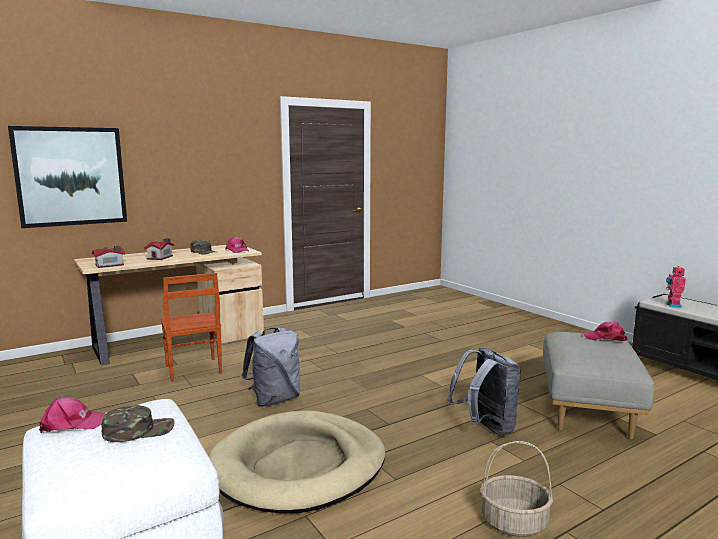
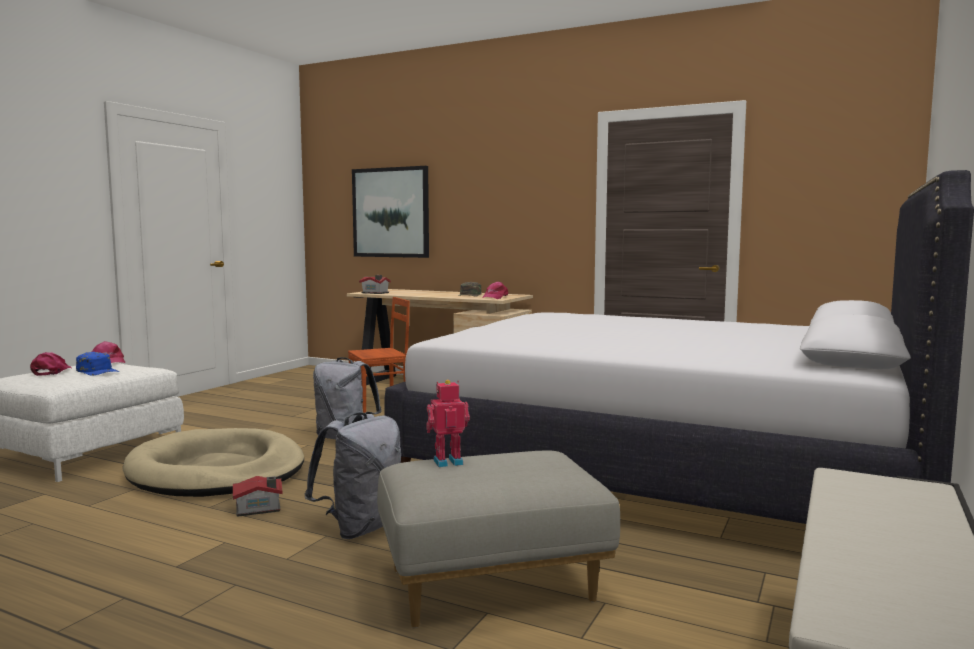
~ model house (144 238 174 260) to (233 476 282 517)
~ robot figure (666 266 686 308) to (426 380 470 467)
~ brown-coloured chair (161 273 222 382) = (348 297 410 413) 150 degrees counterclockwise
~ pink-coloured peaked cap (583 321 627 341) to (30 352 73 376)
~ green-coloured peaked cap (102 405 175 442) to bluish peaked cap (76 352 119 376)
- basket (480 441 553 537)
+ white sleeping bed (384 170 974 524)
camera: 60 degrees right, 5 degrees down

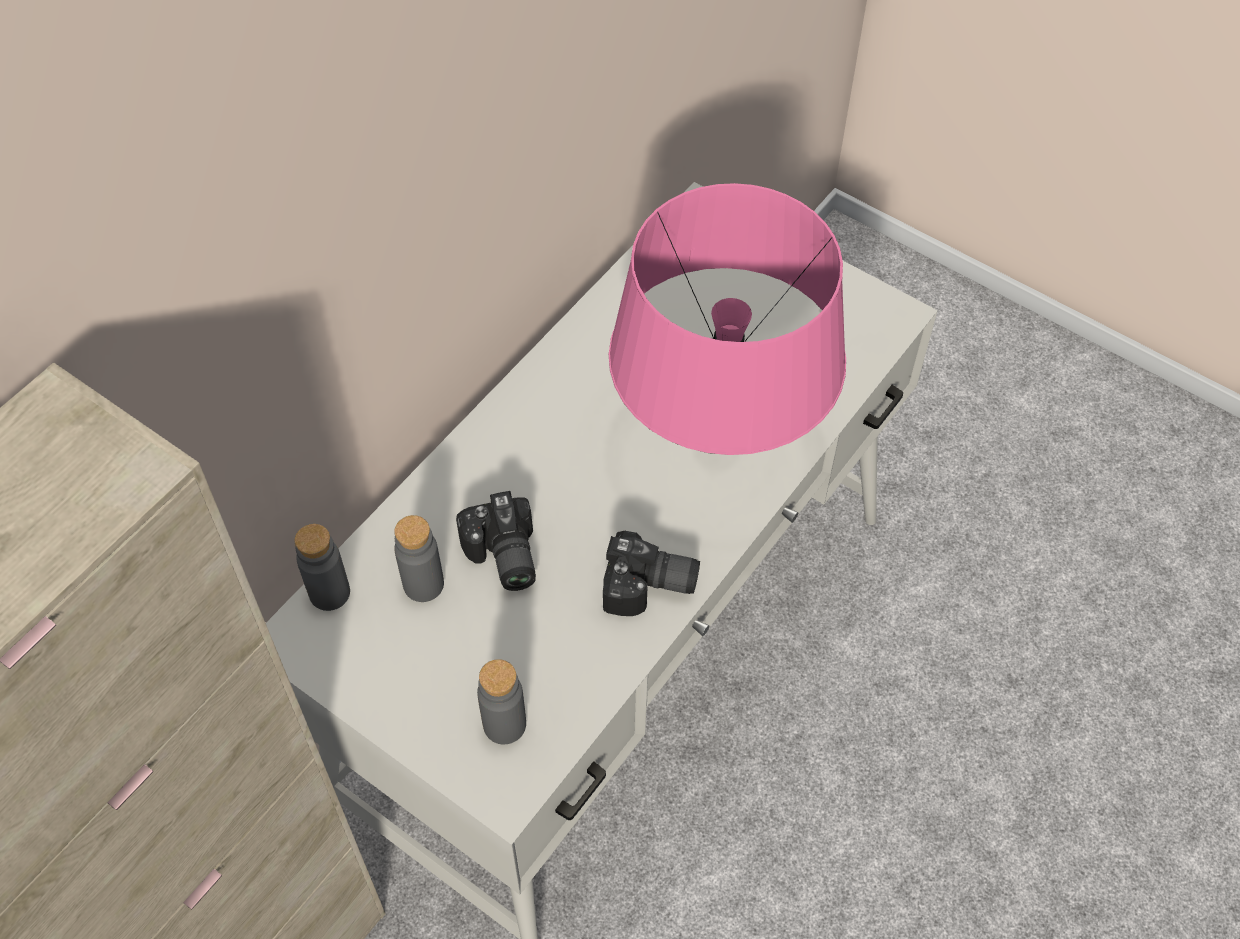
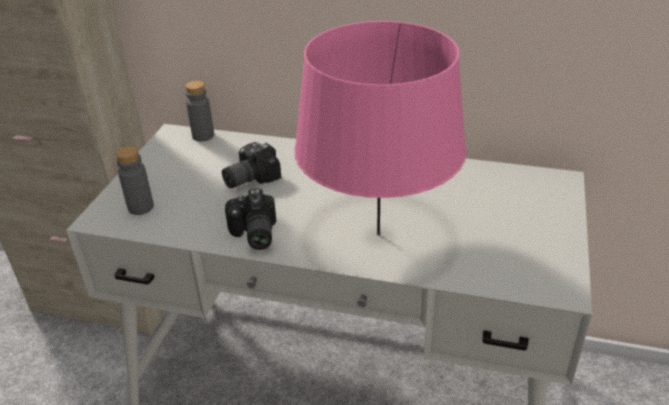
- gray bottle (394 515 444 602)
camera: 70 degrees right, 20 degrees down

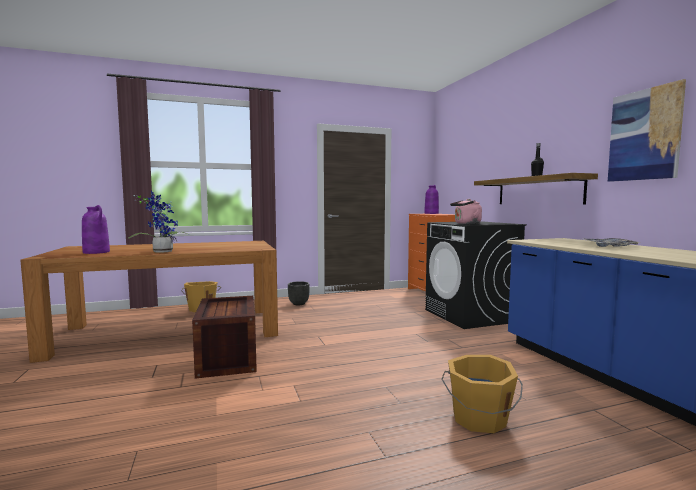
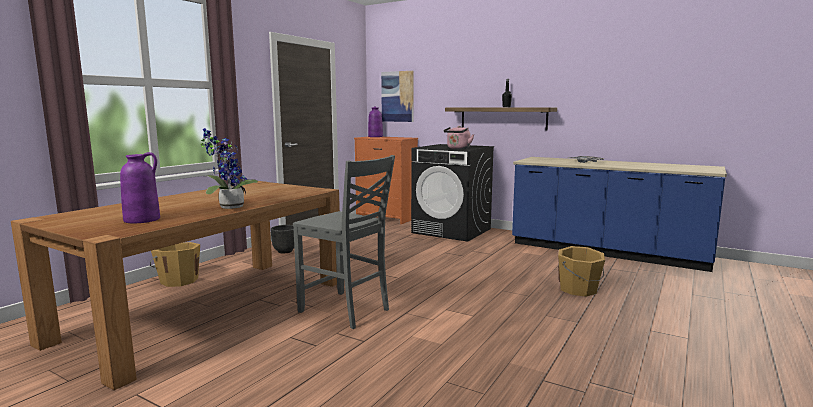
~ wall art (608 79 686 182) to (381 71 414 122)
~ shipping crate (192 296 257 379) to gray chair (293 155 395 329)
camera: 40 degrees left, 5 degrees up

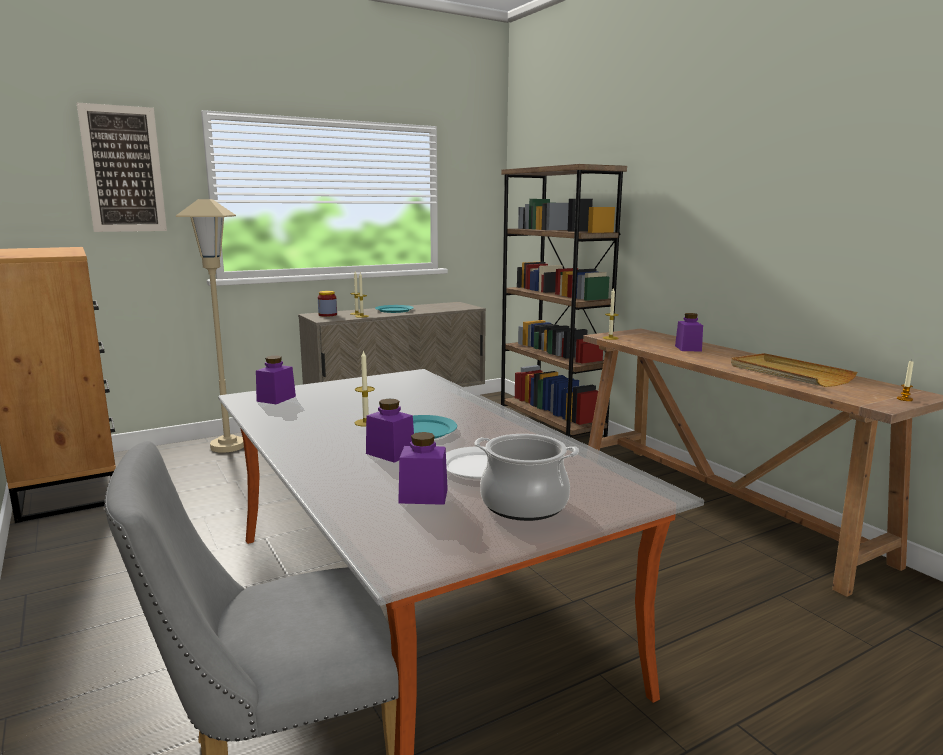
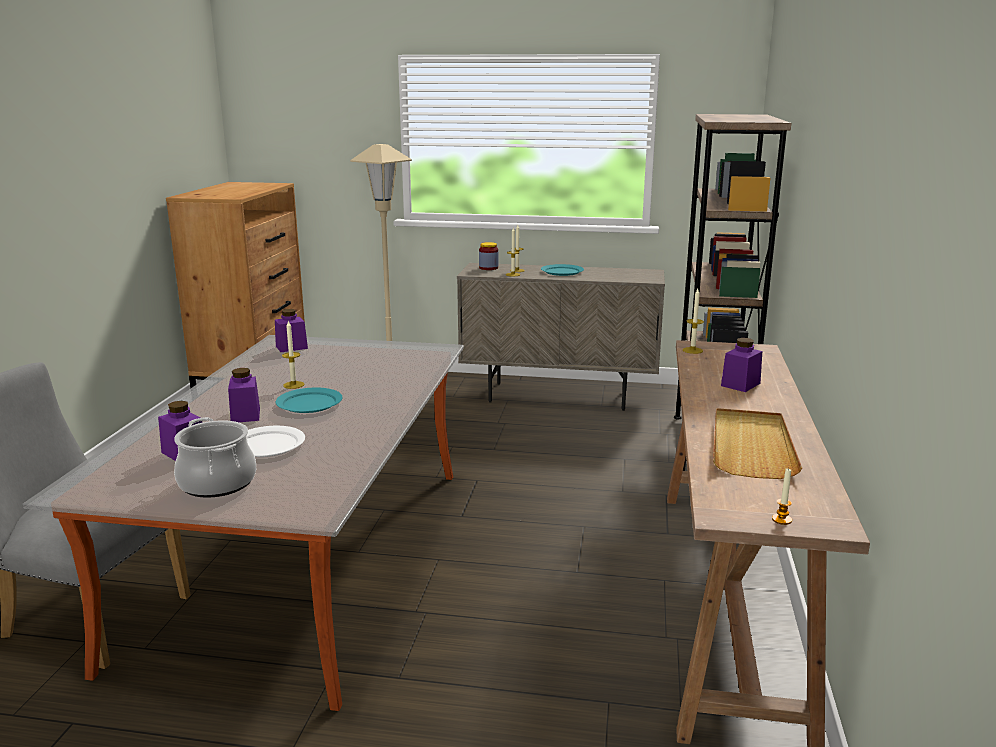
- wall art (77 103 167 232)
camera: 40 degrees right, 5 degrees up

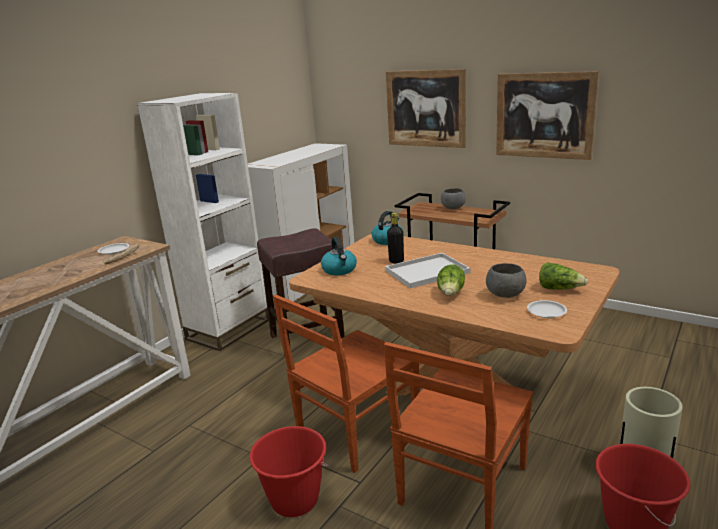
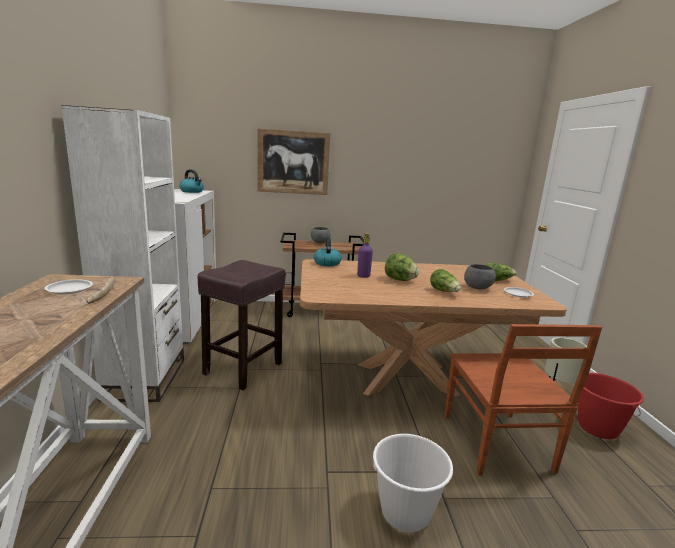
- wall art (496 71 599 160)
~ blackish bottle (387 213 404 263) to purple bottle (357 233 373 278)
~ kettle (321 237 357 275) to (180 169 204 193)
~ white carrying tray (385 253 470 288) to lettuce (385 253 419 281)
- brown-coloured chair (273 295 419 473)
~ reddish pail (249 426 329 517) to white pail (370 434 453 532)
camera: 40 degrees left, 5 degrees down

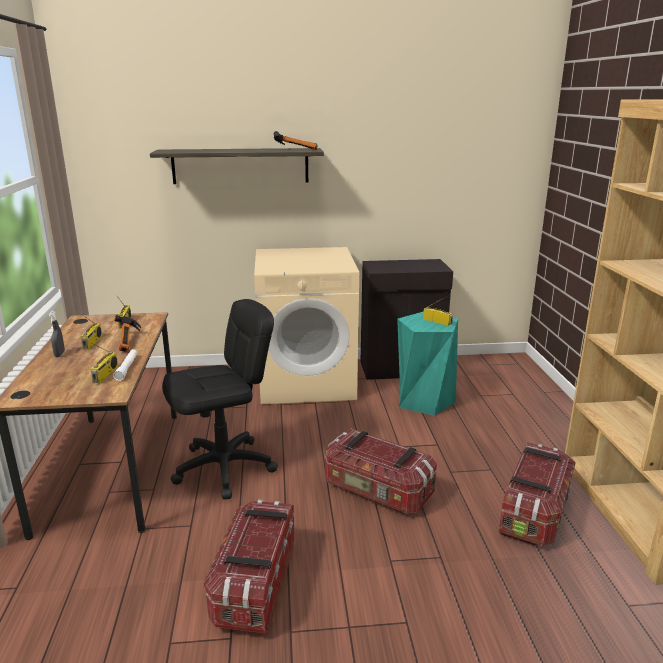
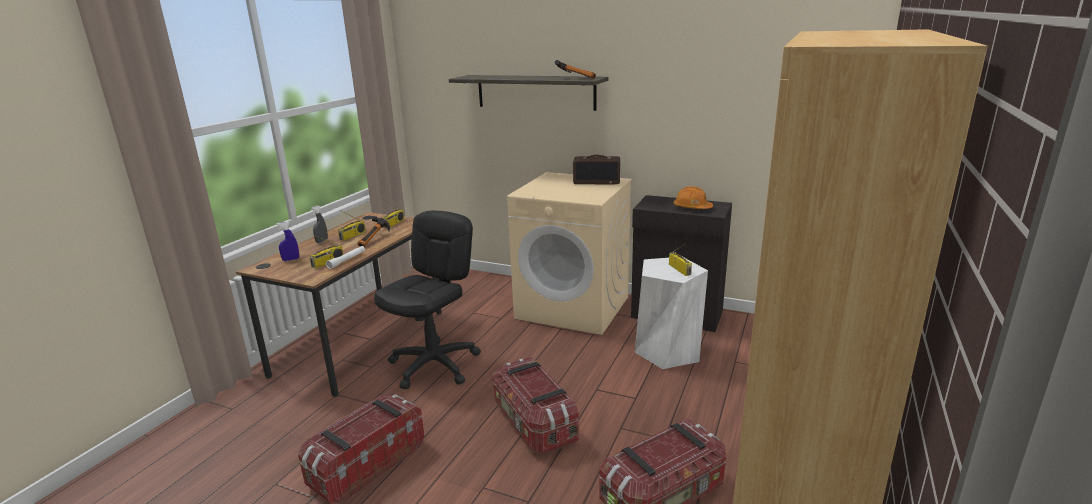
~ blackish office chair (162 299 278 499) = (374 211 481 389) 60 degrees counterclockwise
~ turquoise-coloured stool (397 311 458 416) to white stool (635 257 708 369)
+ radio (573 155 620 184)
+ orange-coloured hard hat (674 186 713 209)
+ bluish hand sprayer (276 222 299 261)
camera: 30 degrees right, 0 degrees up

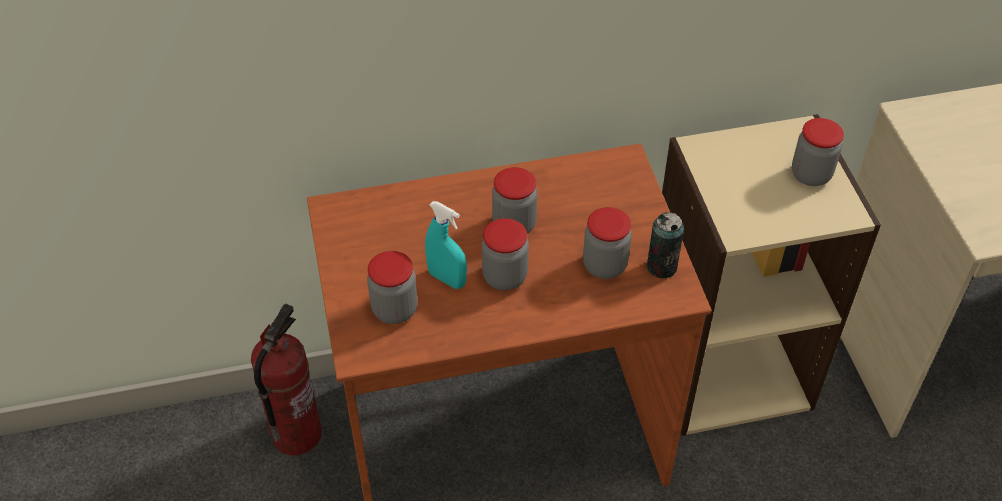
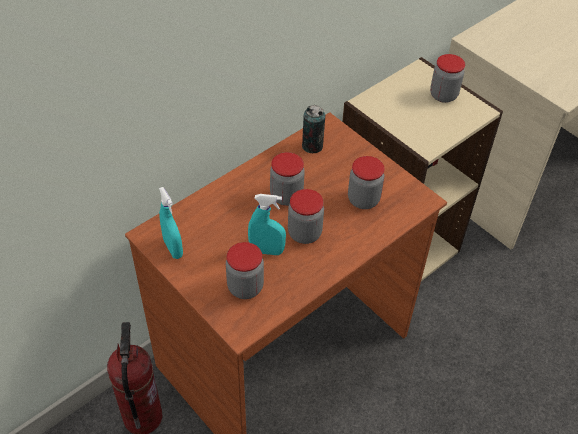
~ can (647 212 684 278) to (302 105 325 153)
+ turquoise-coloured hand sprayer (159 187 183 259)
camera: 30 degrees left, 0 degrees up

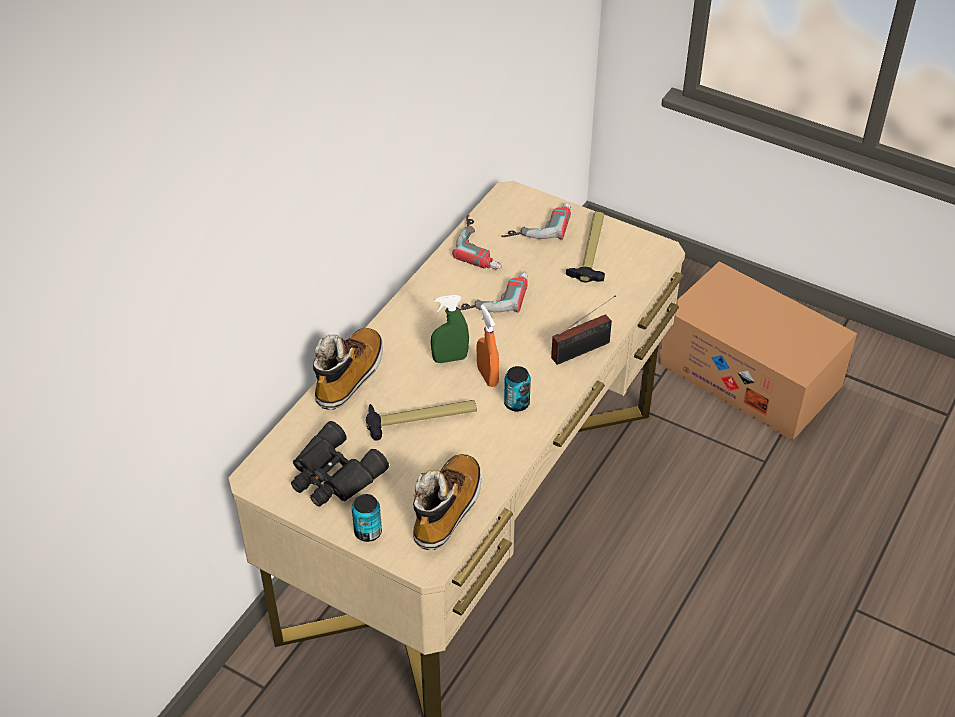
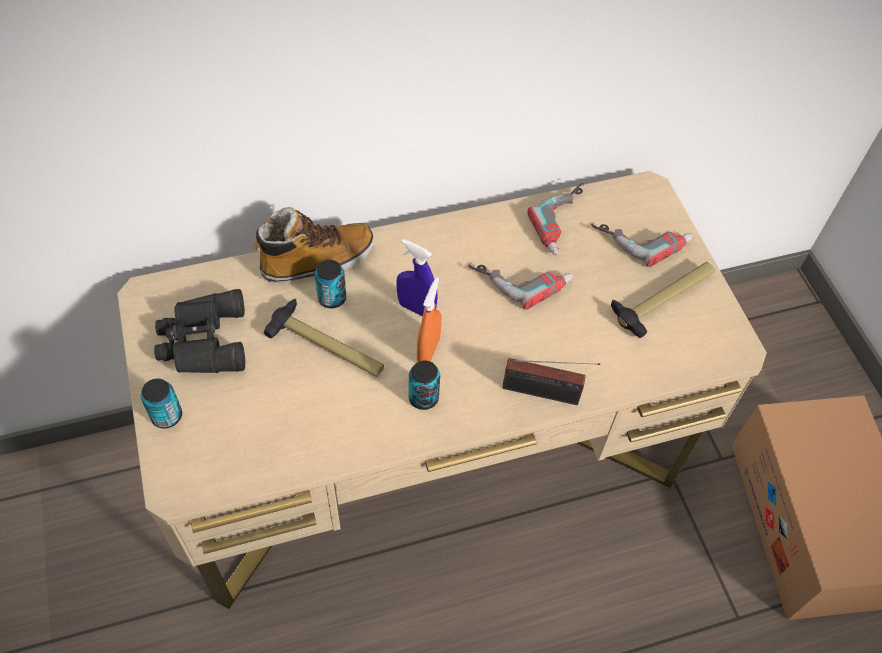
~ green-coloured hand sprayer (431 295 469 363) to bluish hand sprayer (397 239 438 316)
- tall boot (413 454 481 550)
+ can (315 260 346 308)
camera: 40 degrees right, 10 degrees up

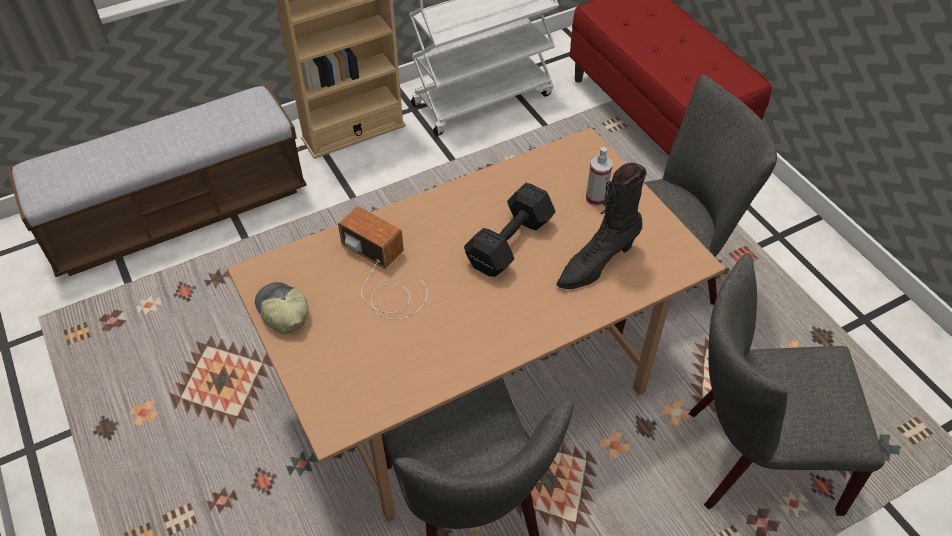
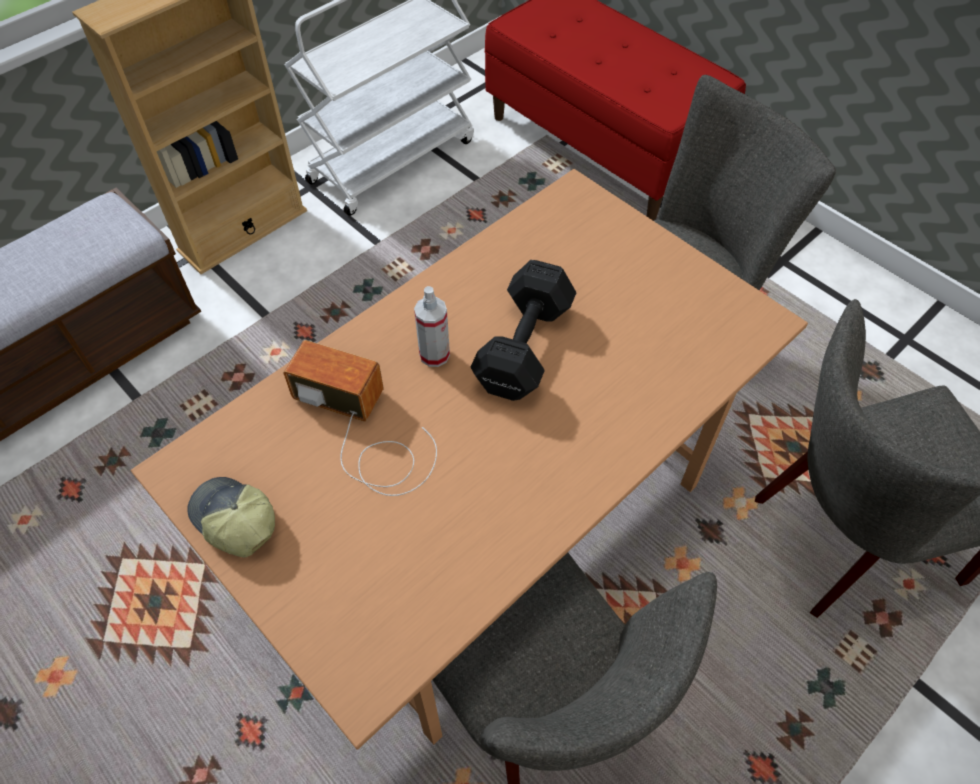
~ hand sprayer (586 147 612 207) to (414 286 450 367)
- blackish tall boot (556 163 647 289)
camera: 15 degrees left, 5 degrees up

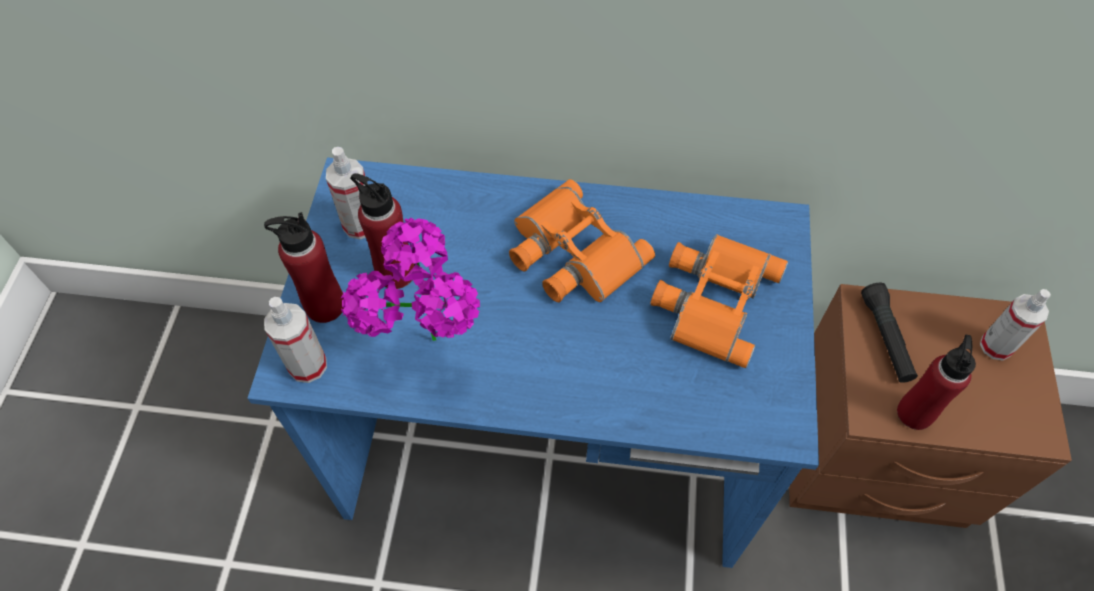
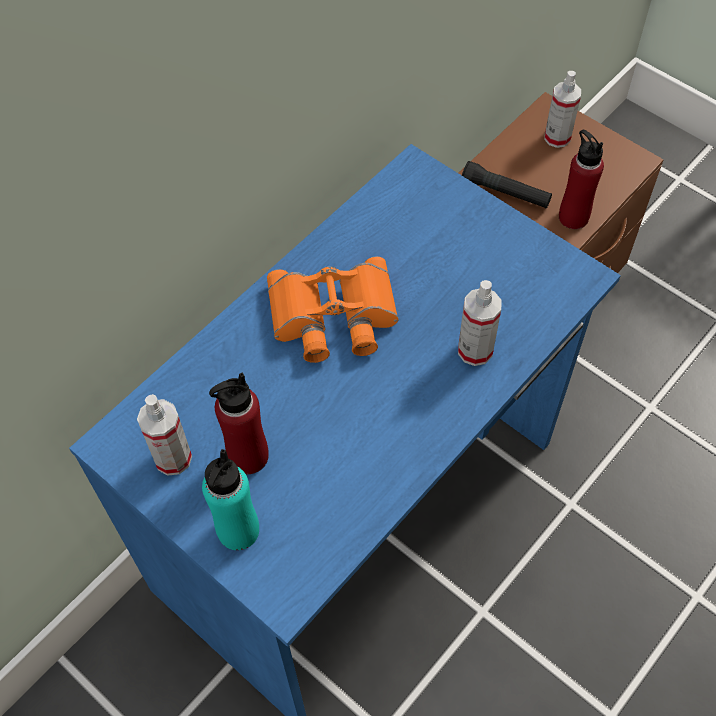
~ reddish bottle (264 212 344 323) to turquoise-coloured bottle (202 449 259 550)
- houseplant (341 218 480 341)
- orange-coloured binoculars (651 234 788 368)
~ hand sprayer (264 297 327 383) to (458 280 501 366)
camera: 55 degrees left, 0 degrees up

